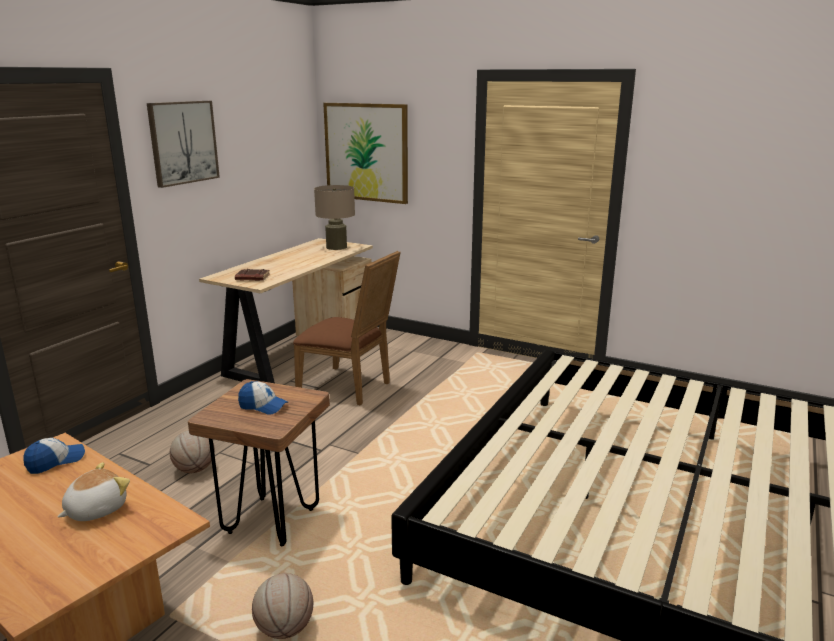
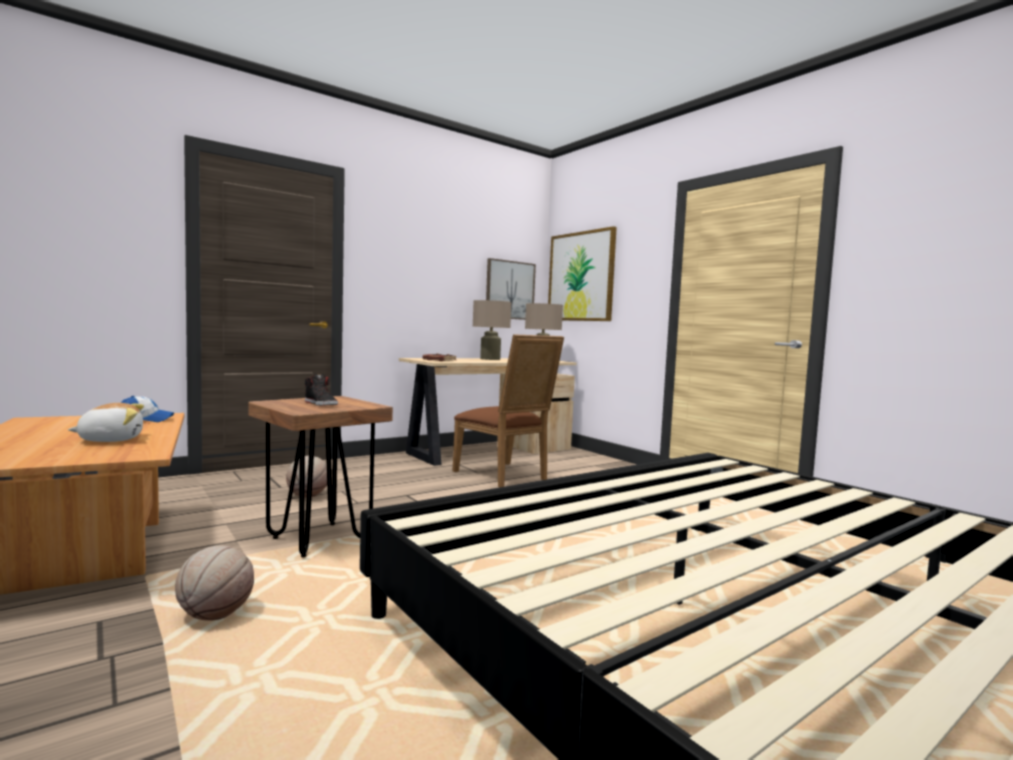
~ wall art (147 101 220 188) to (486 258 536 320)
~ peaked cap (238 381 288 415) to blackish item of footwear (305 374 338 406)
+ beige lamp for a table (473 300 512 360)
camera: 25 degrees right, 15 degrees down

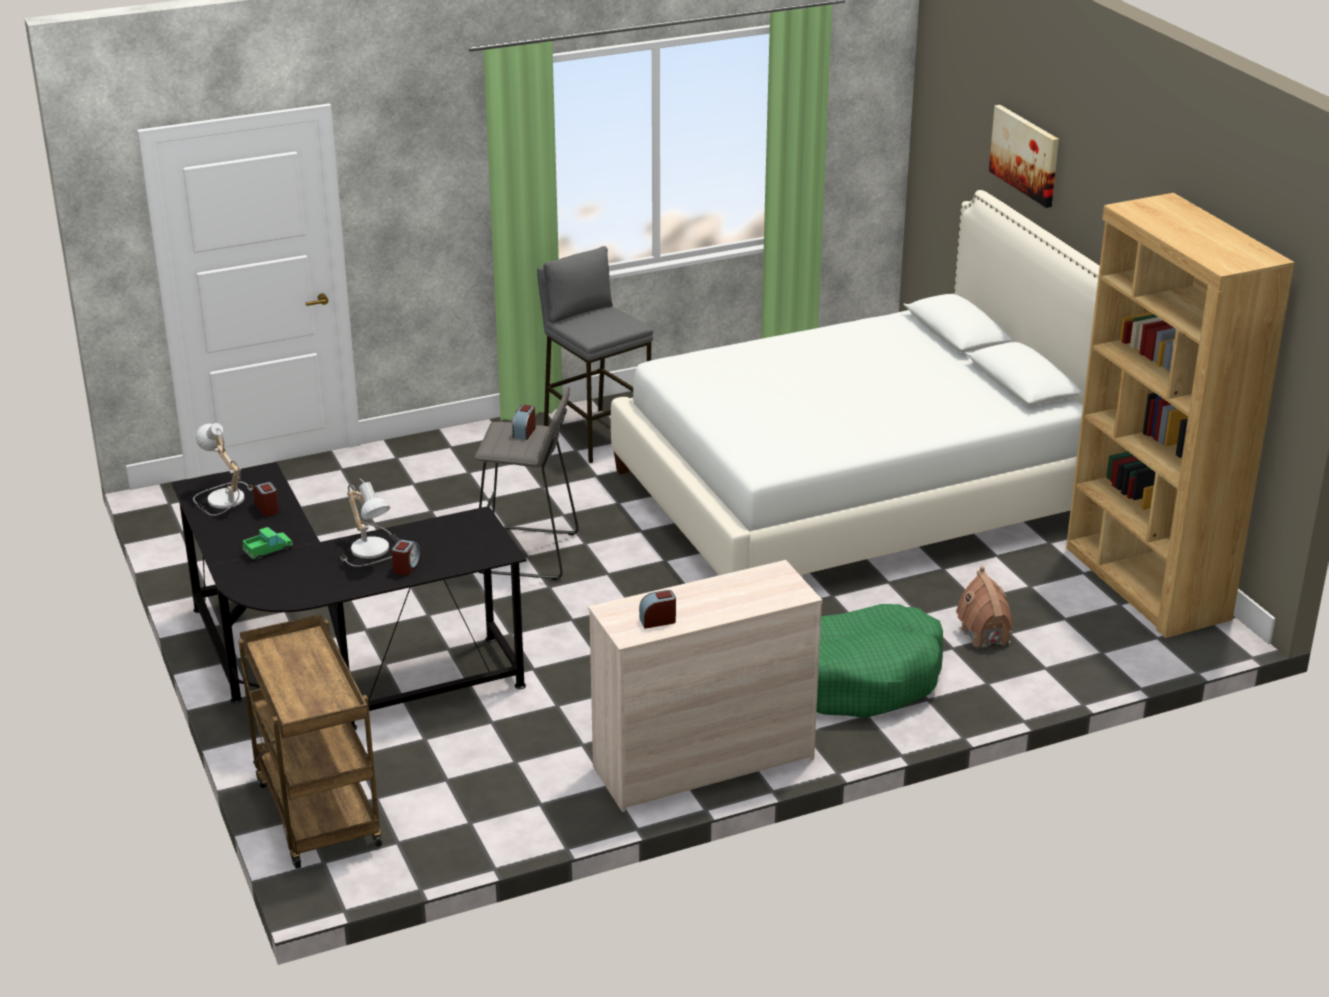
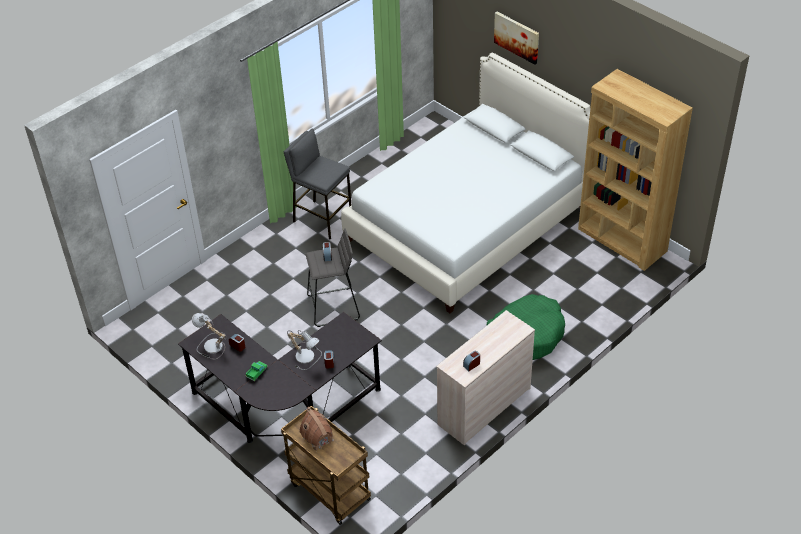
~ model house (956 566 1013 648) to (300 407 334 450)
camera: 20 degrees left, 15 degrees up

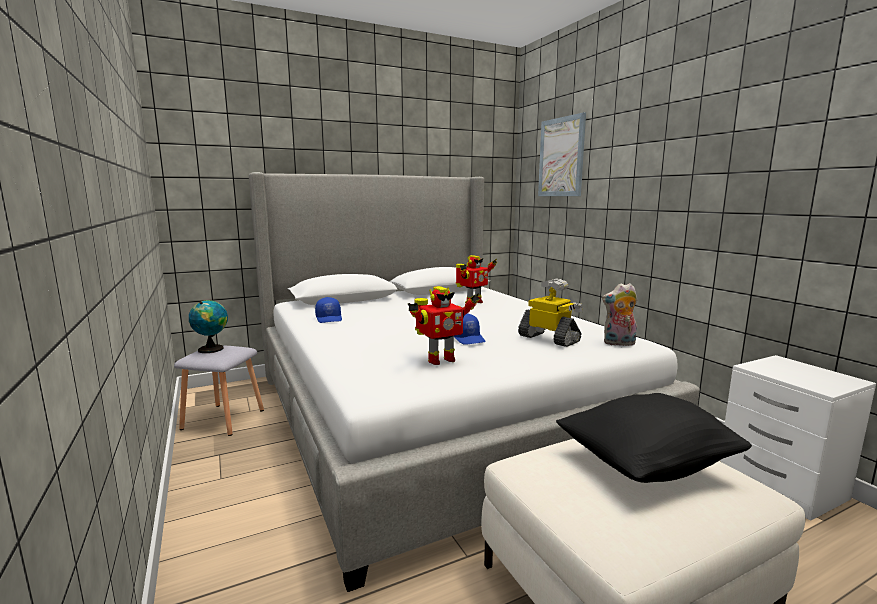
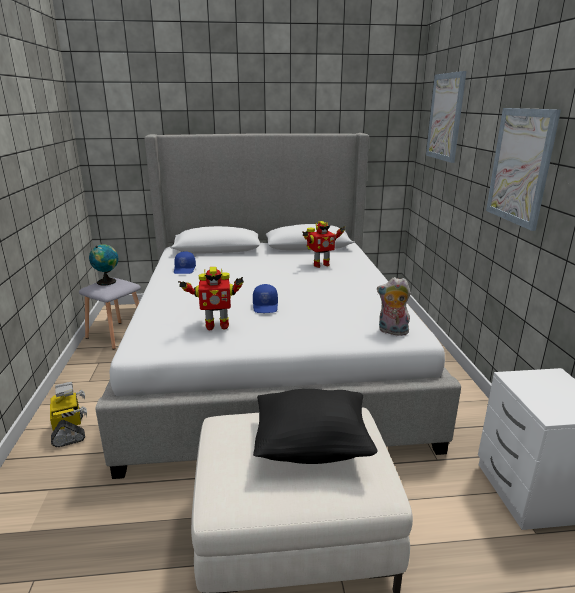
~ robot figure (518 278 583 347) to (50 382 87 447)
+ wall art (486 108 561 231)
camera: 20 degrees right, 10 degrees up

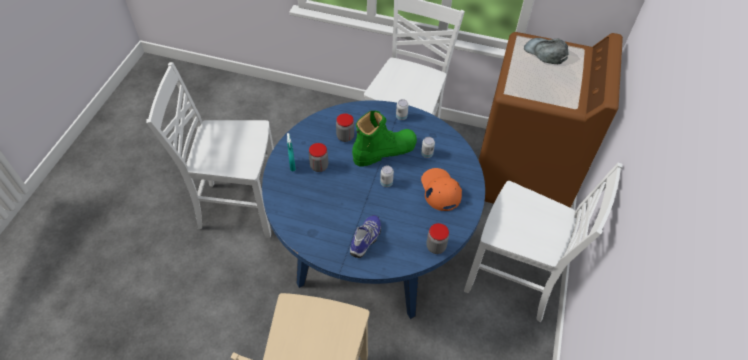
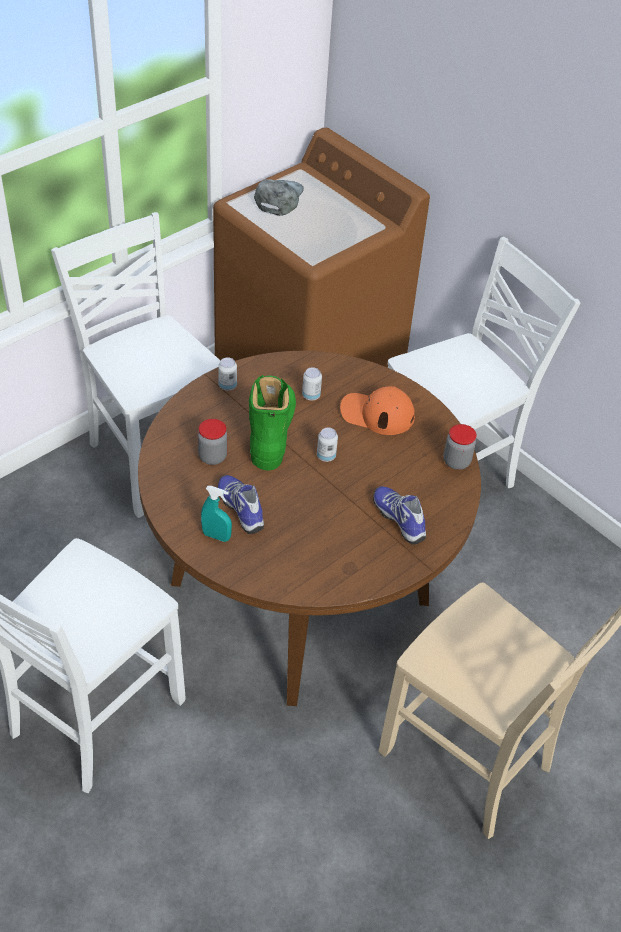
~ gray peaked cap (524 38 569 64) = (254 179 304 216) 120 degrees clockwise
~ bluish dining table (262 100 485 319) to brown-coloured dining table (138 351 481 706)
~ preserve jar (309 143 328 172) to item of footwear (218 475 264 534)
camera: 60 degrees left, 5 degrees down

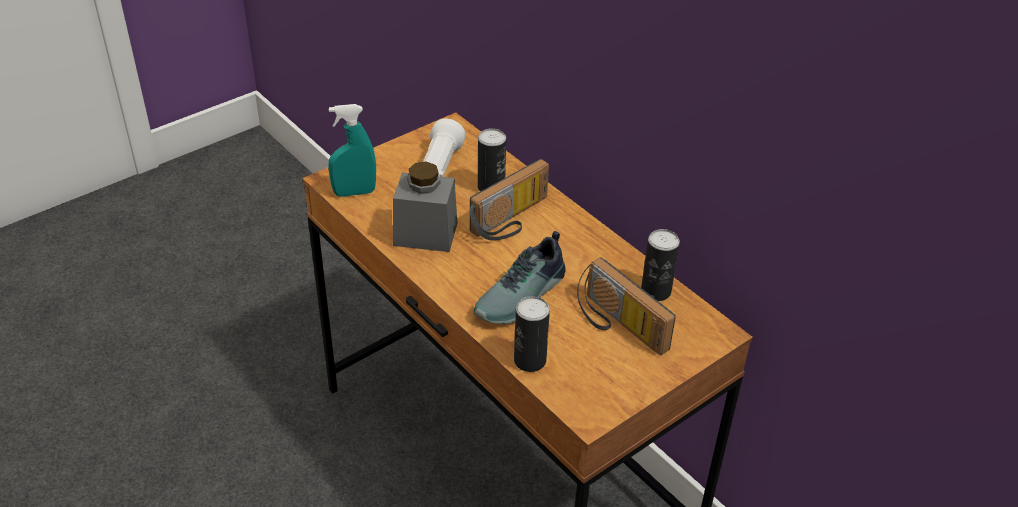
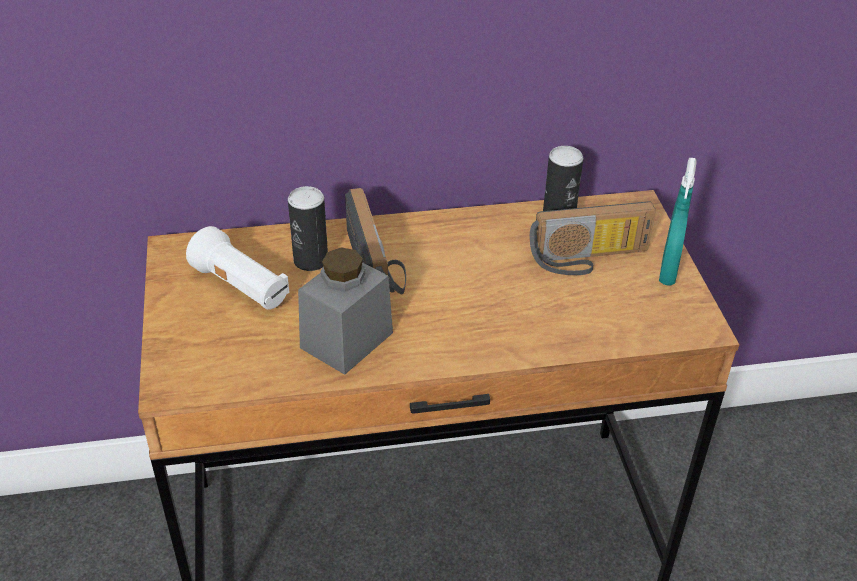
~ turquoise-coloured hand sprayer (328 104 376 197) to (659 158 696 286)
- item of footwear (473 231 566 324)
- can (514 296 550 372)
camera: 60 degrees left, 0 degrees up

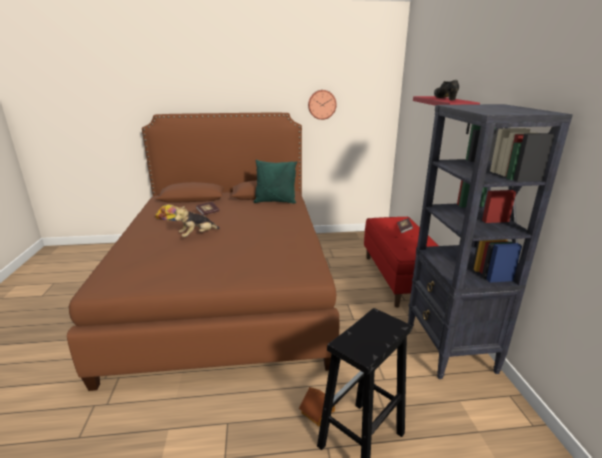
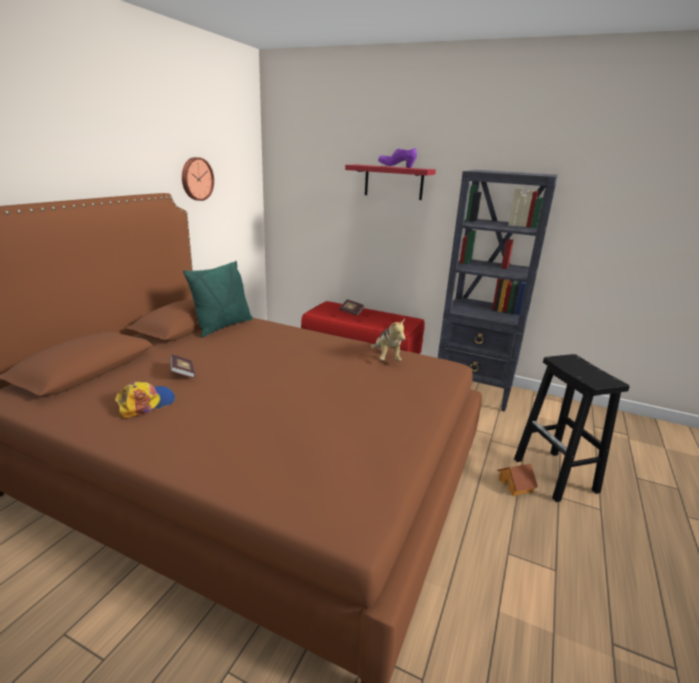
~ blackish item of footwear (434 80 459 101) to purple item of footwear (378 148 417 168)
~ soft toy (174 206 220 237) to (371 318 405 361)
camera: 60 degrees left, 0 degrees up

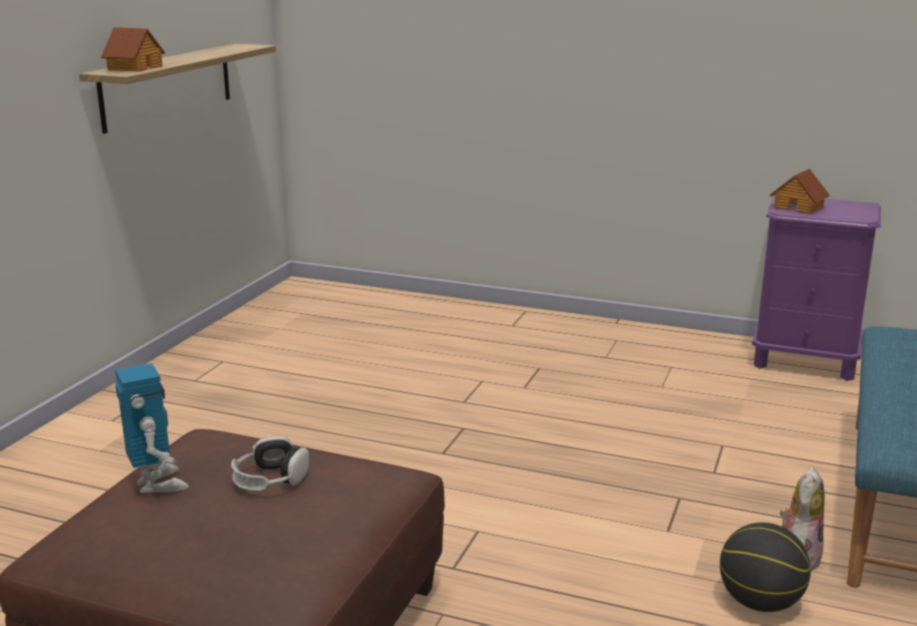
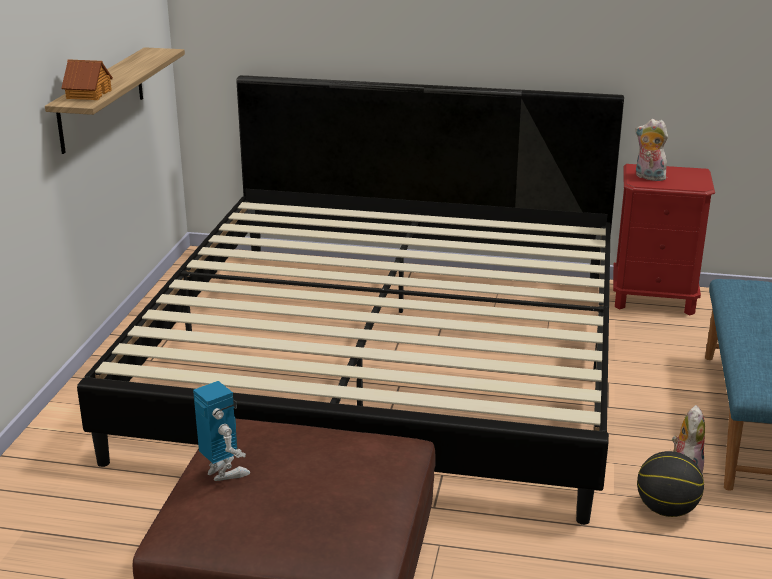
~ model house (770 169 830 214) to soft toy (635 119 668 181)
~ purple nightstand (752 196 881 381) to reddish nightstand (613 164 715 315)
- headphones (231 436 310 491)
+ sleeping bed (77 75 624 525)
camera: 10 degrees left, 5 degrees up

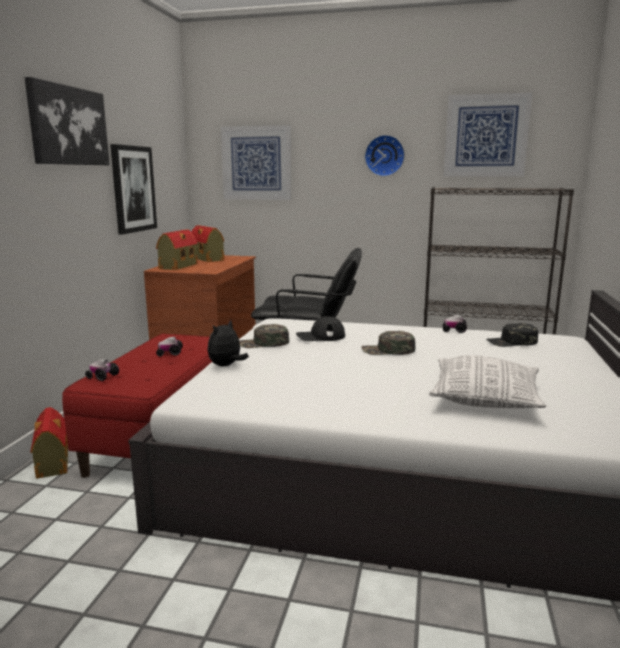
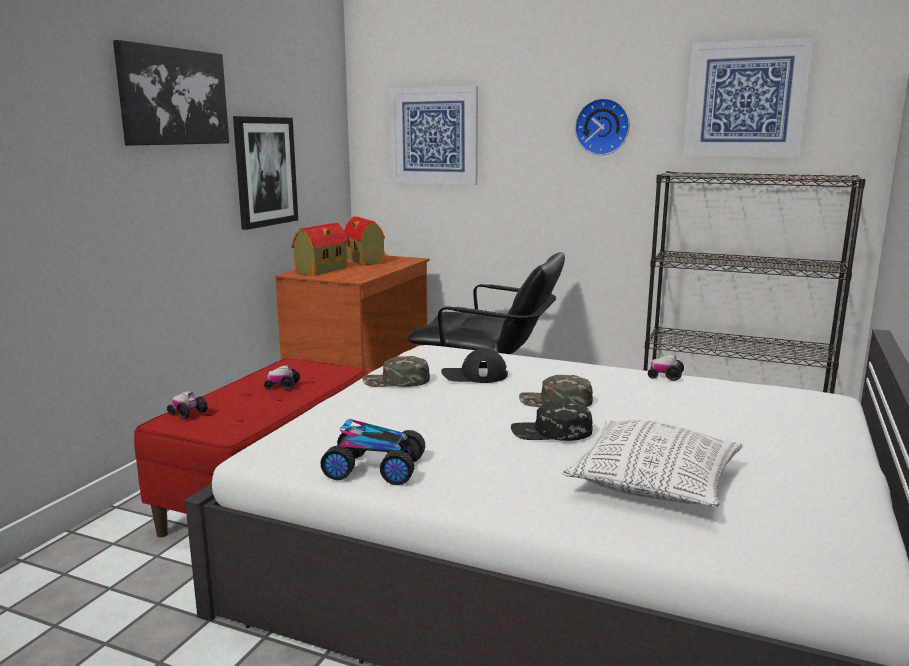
- soft toy (207 320 249 366)
~ blackish peaked cap (486 323 538 347) to (511 401 593 441)
- model house (30 407 68 479)
+ miniature car (320 418 425 485)
camera: 10 degrees right, 0 degrees up

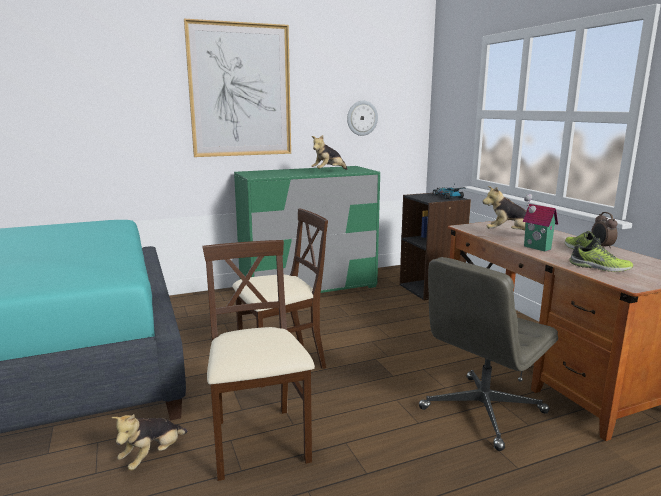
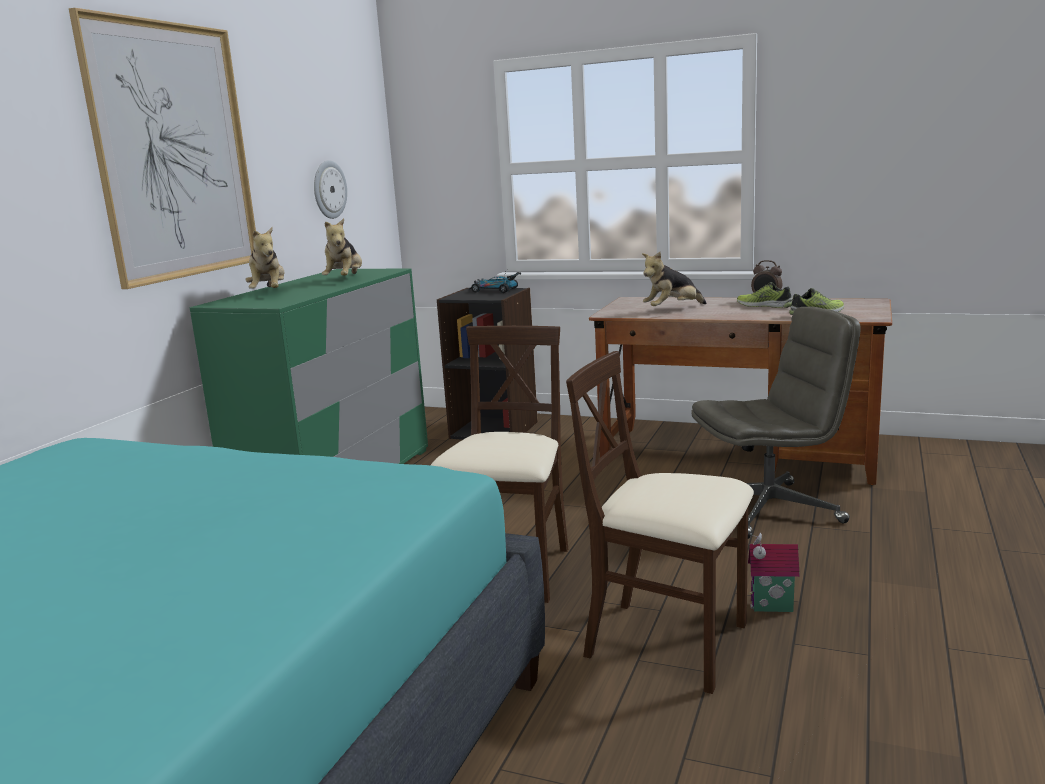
~ model house (523 194 558 252) to (748 532 800 612)
~ gray office chair (419 257 558 451) = (691 306 861 539) 105 degrees counterclockwise
~ soft toy (111 414 188 470) to (245 227 285 289)
camera: 45 degrees left, 0 degrees up

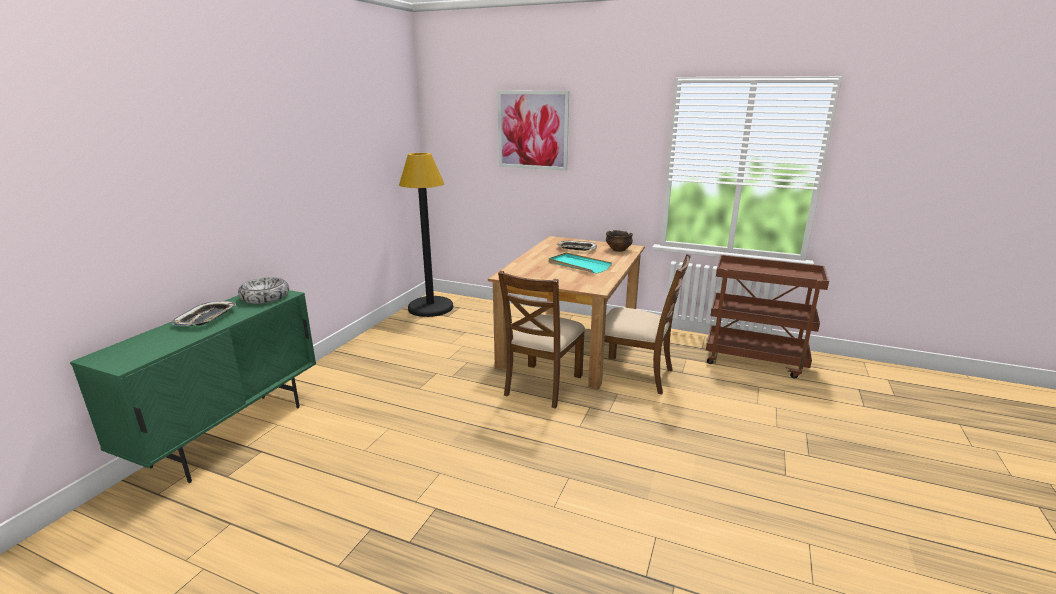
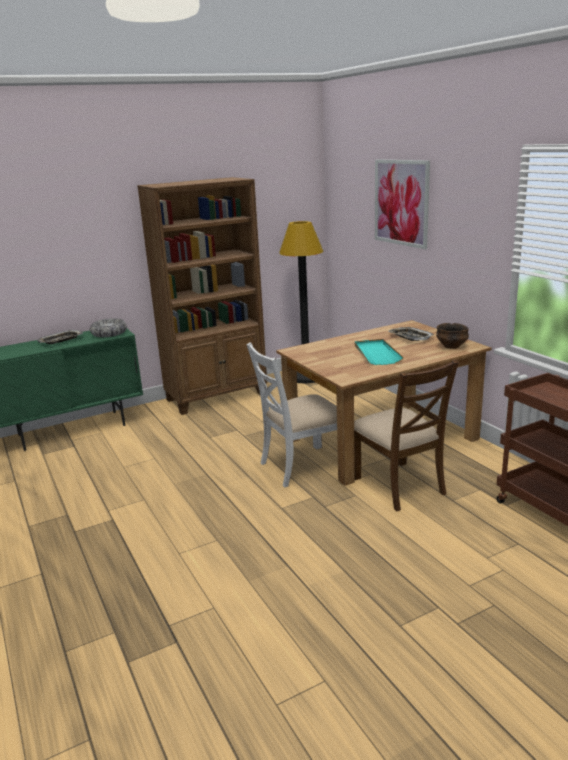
~ brown-coloured chair (498 271 585 408) to white chair (246 342 337 488)
+ brown-coloured shelving unit (137 177 267 415)
camera: 40 degrees right, 0 degrees up

